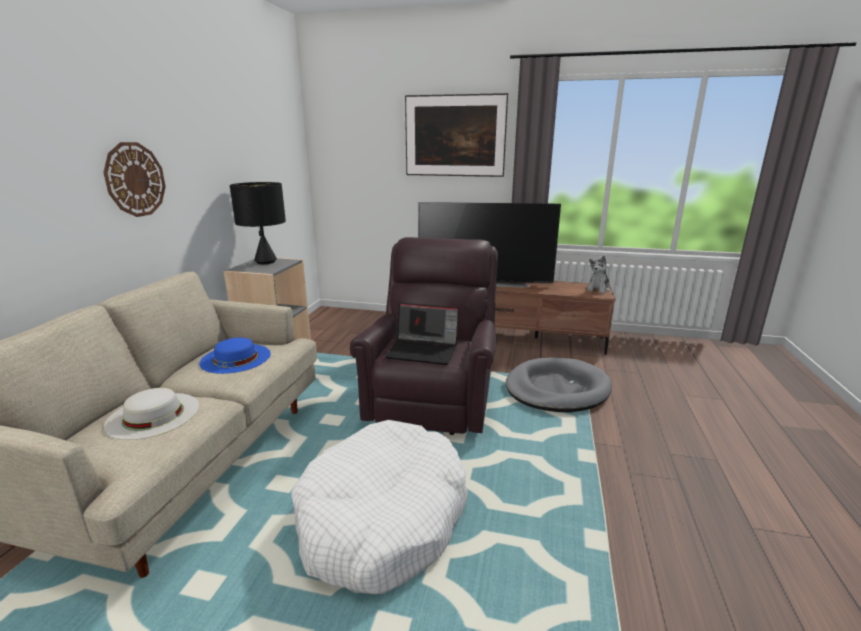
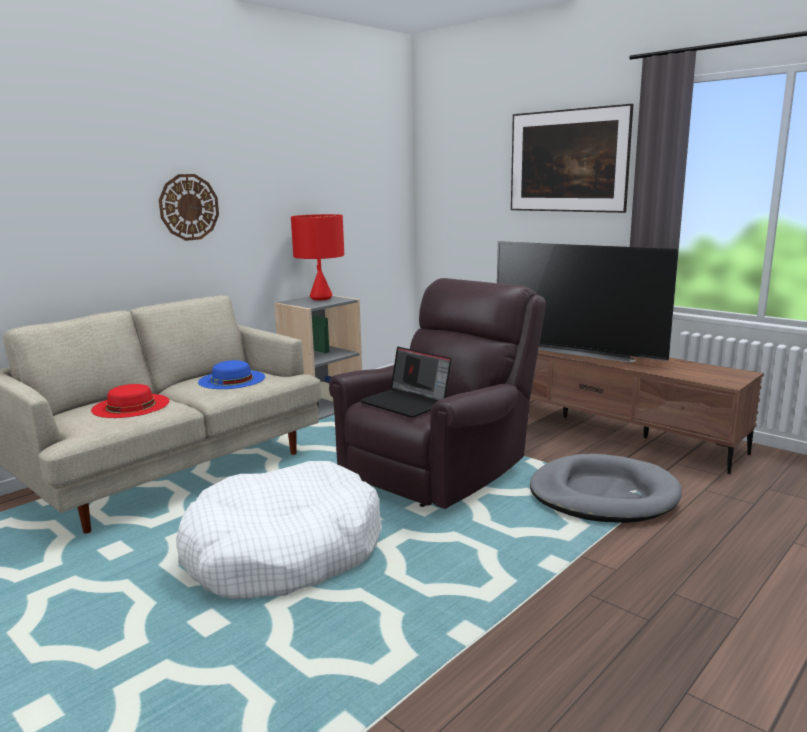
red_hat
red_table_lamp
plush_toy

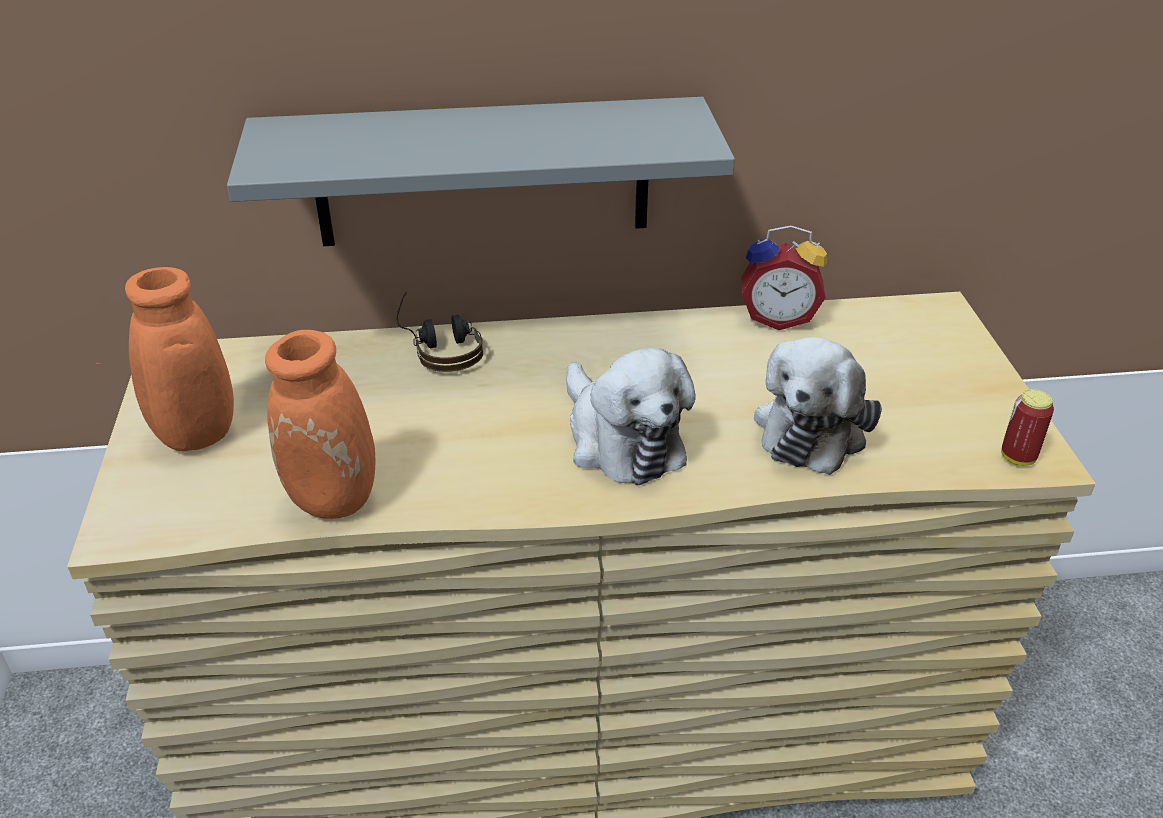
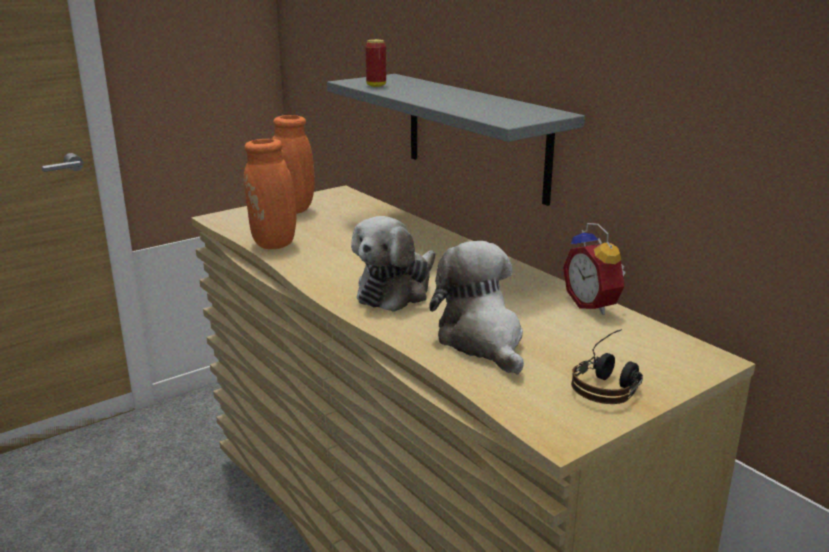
headphones
plush_toy (no. 2 from left)
can

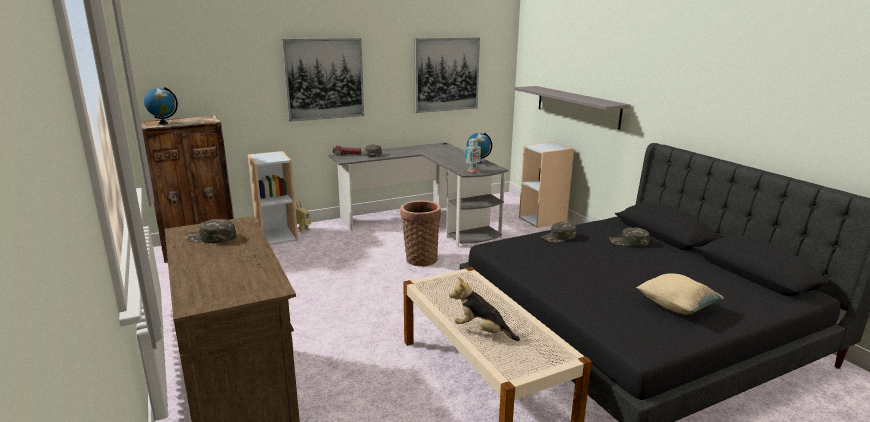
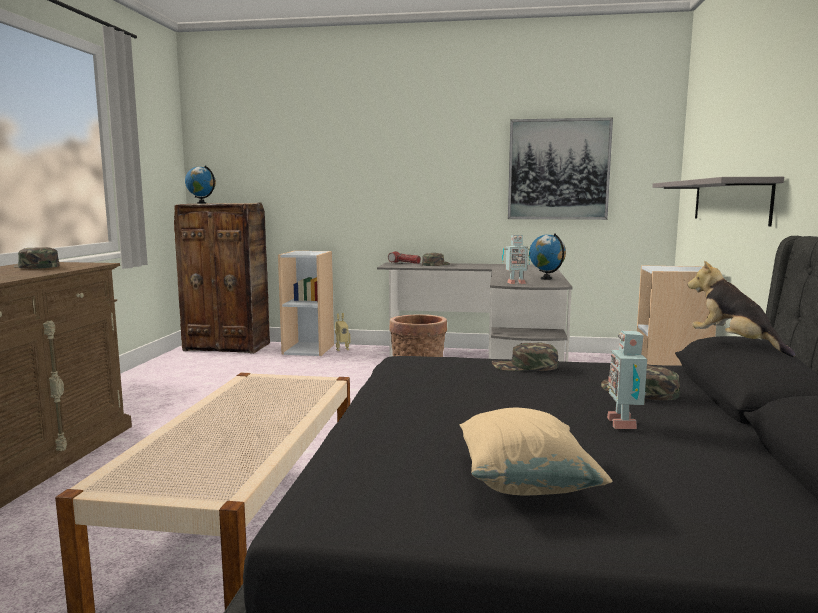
picture (no. 1 from left in the first image)
plush_toy
toy_robot (no. 3 from left)

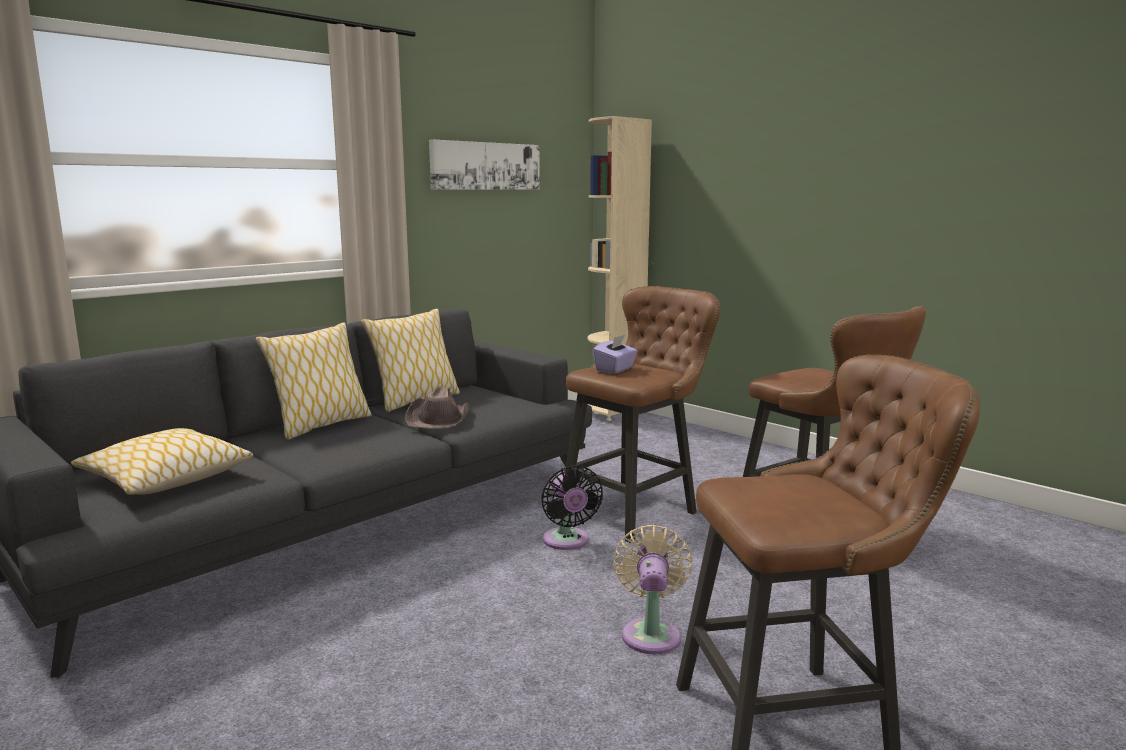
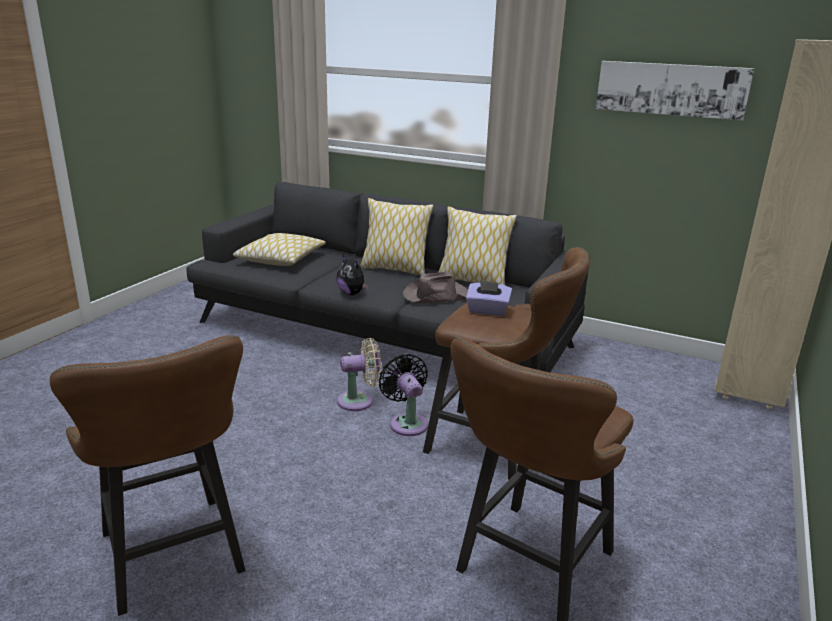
black_fan
beige_fan
plush_toy

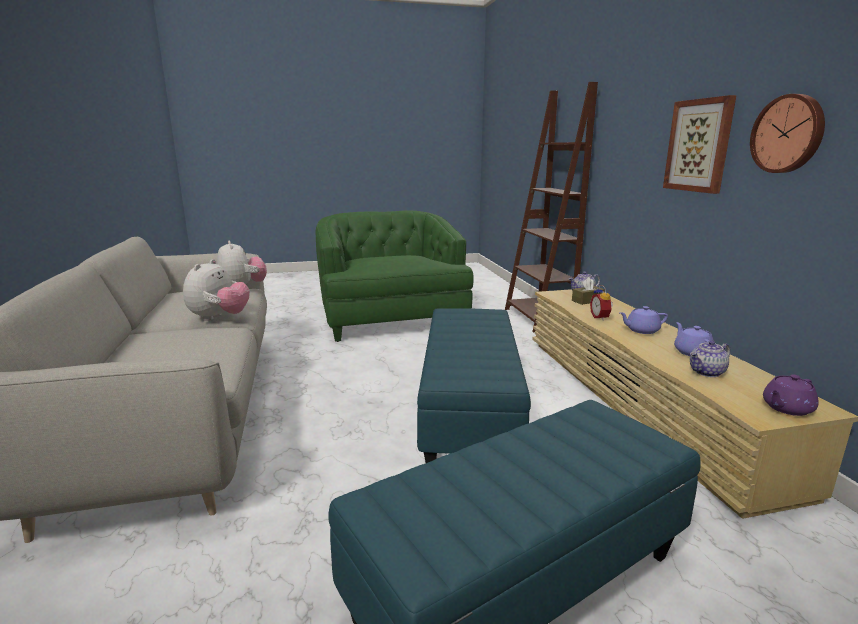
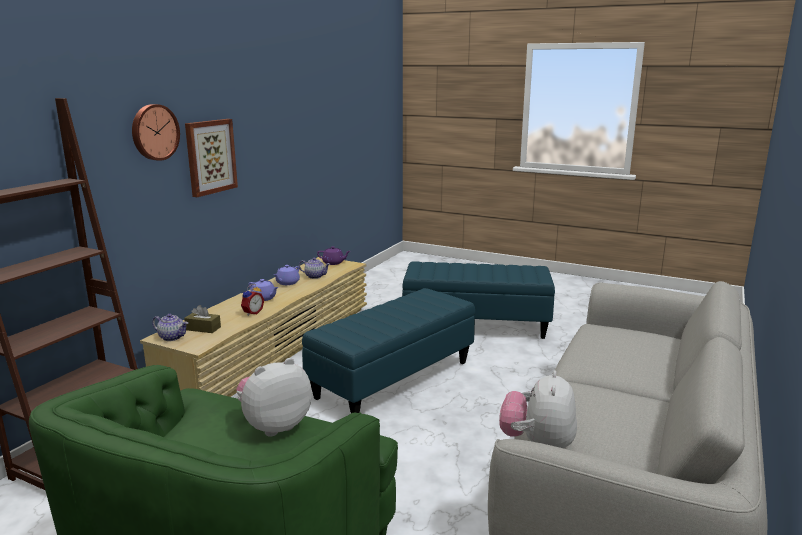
plush_toy (no. 1 from left)
wall_clock

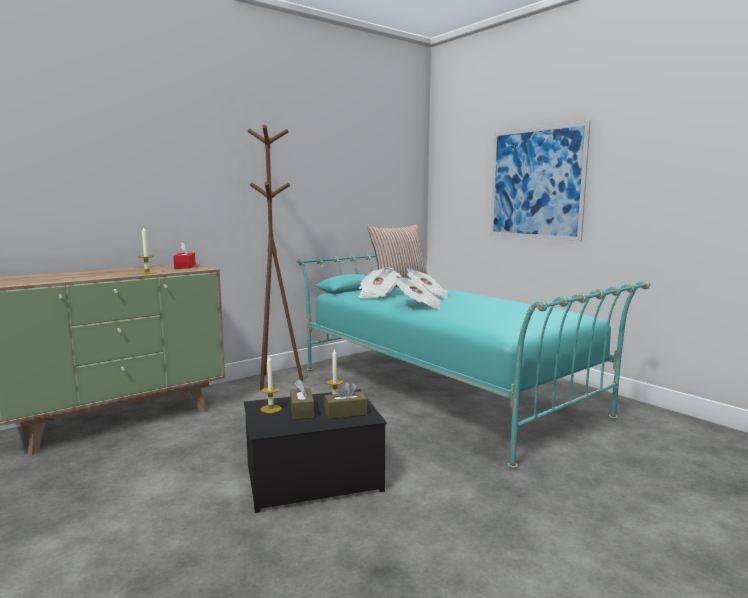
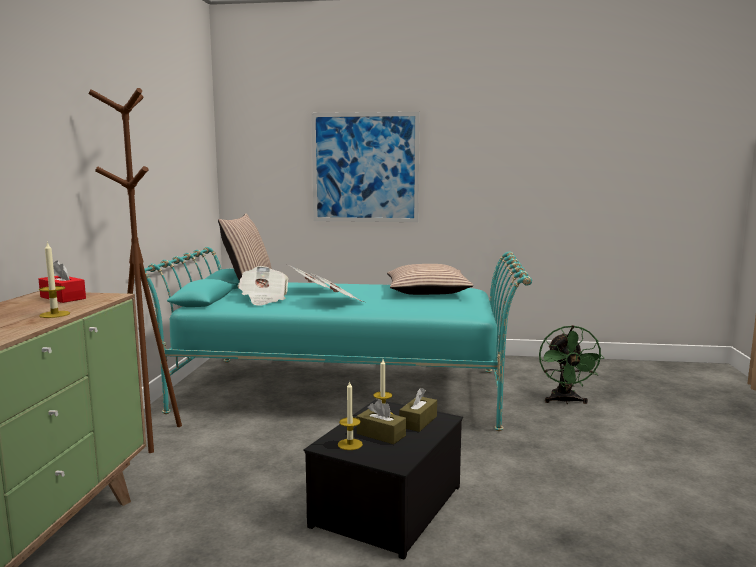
pillow (no. 2 from left)
green_fan

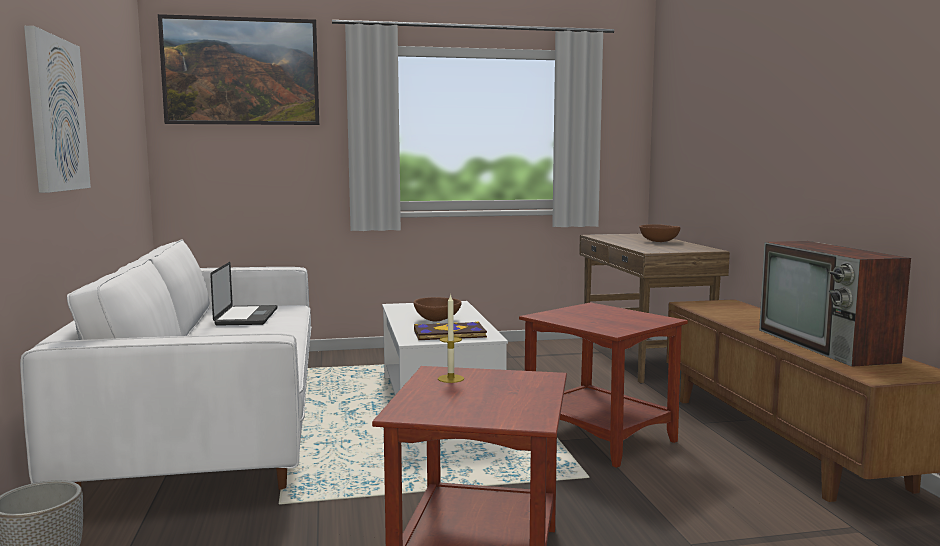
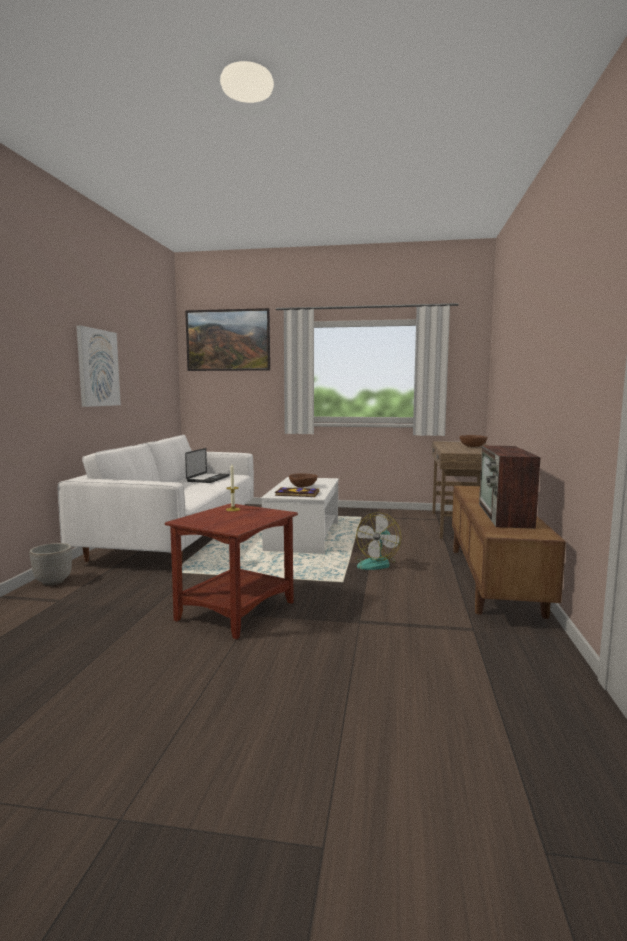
fan

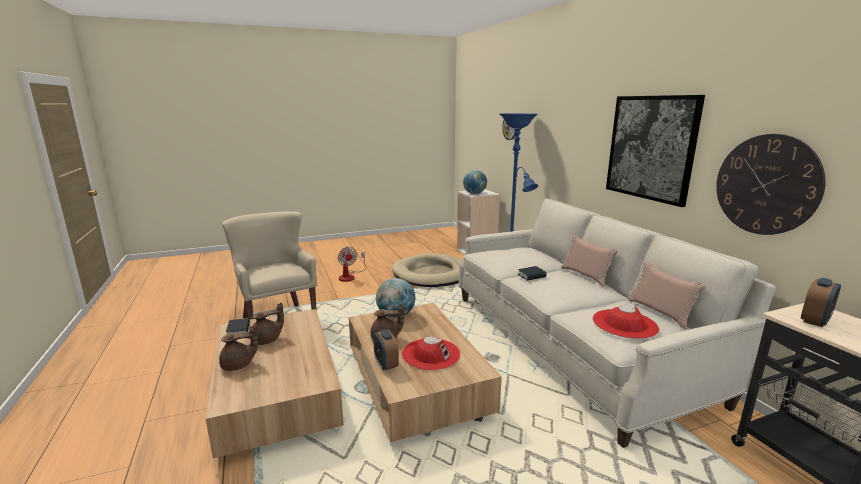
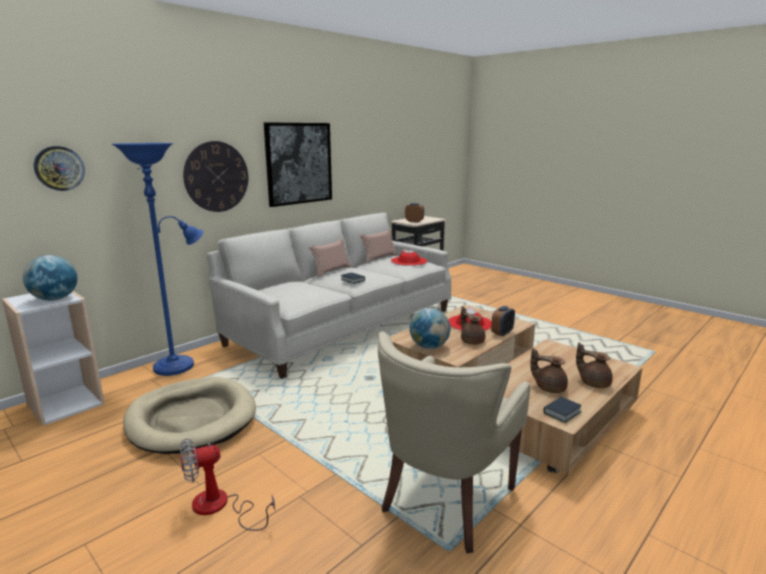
fan
wall_clock (no. 2 from left)

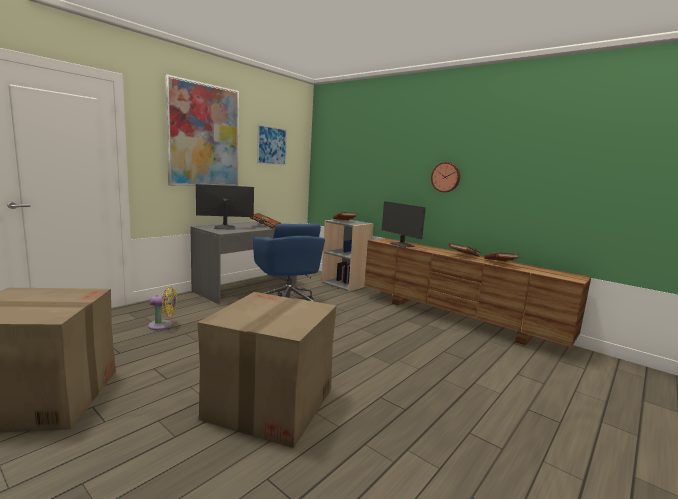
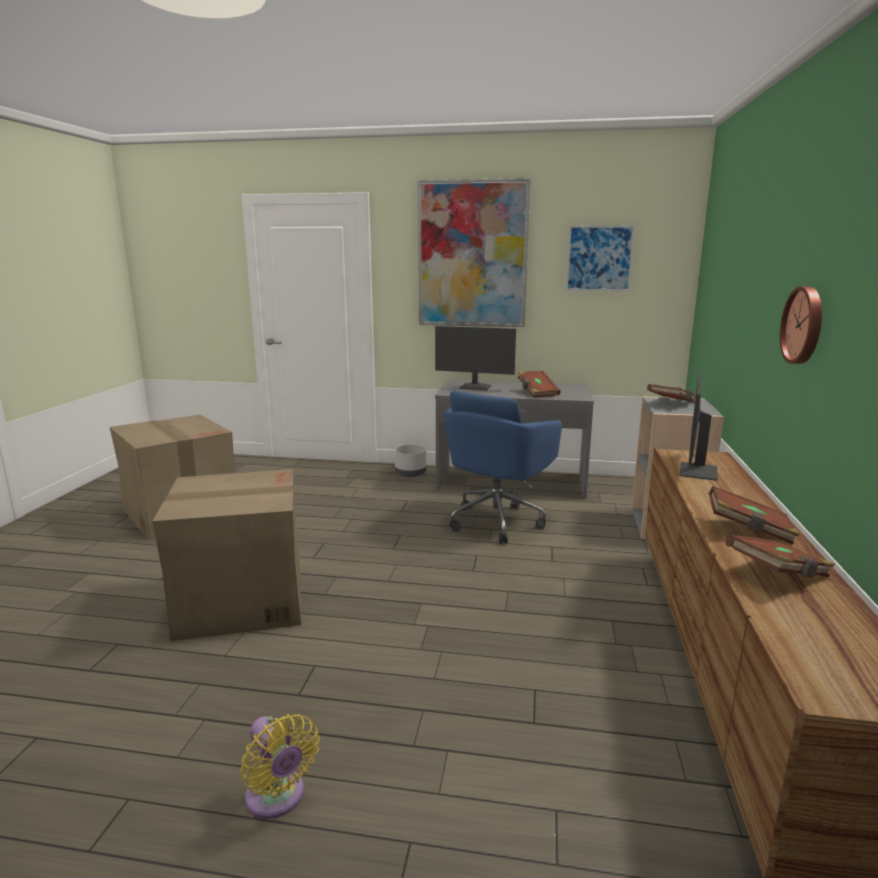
yellow_fan
monitor (no. 1 from left)
grey_planter

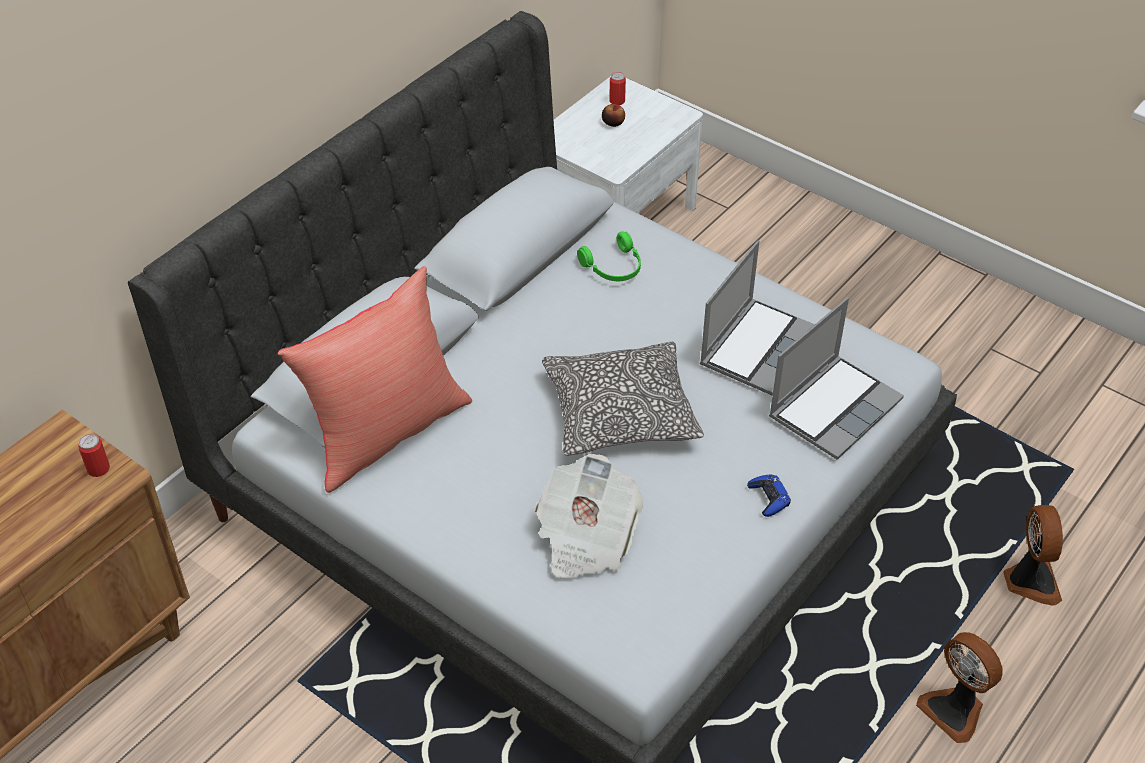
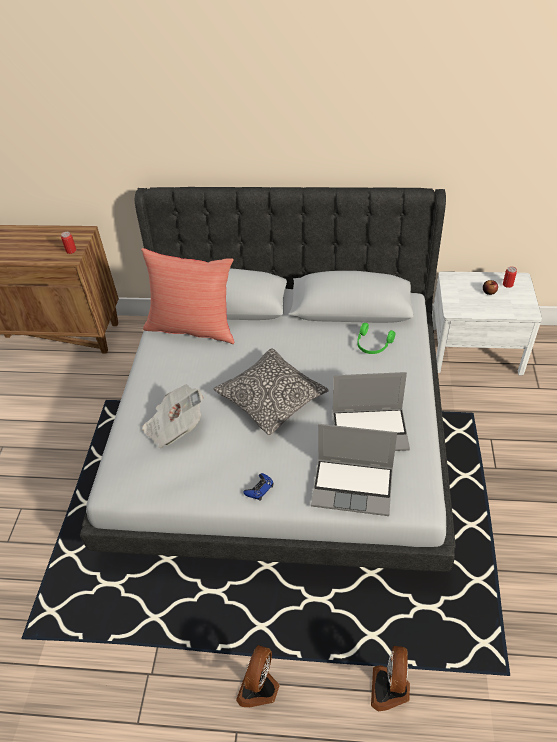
fan (no. 2 from left)

